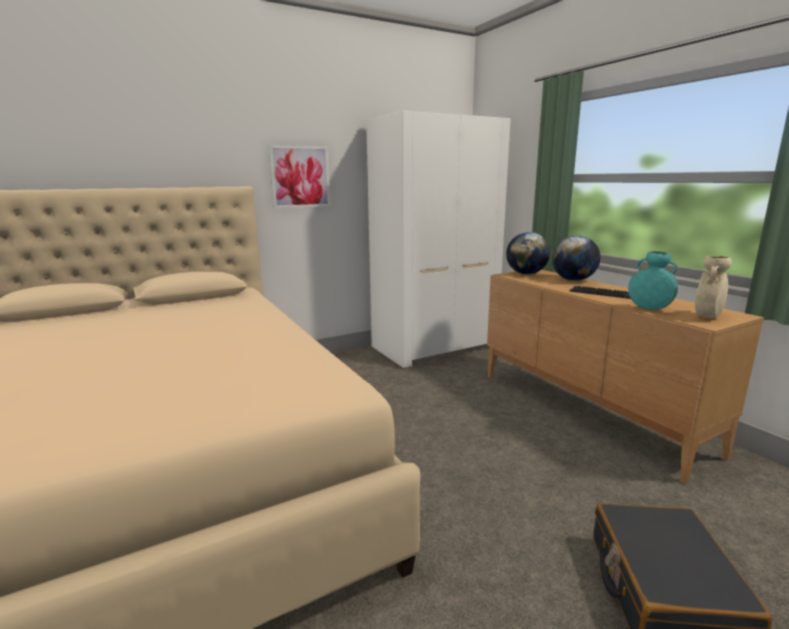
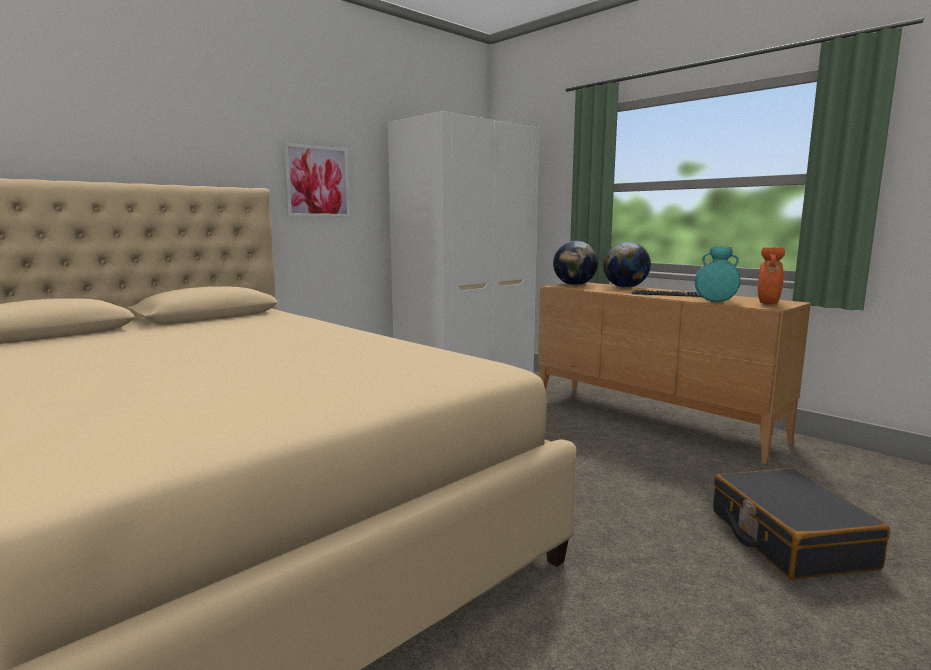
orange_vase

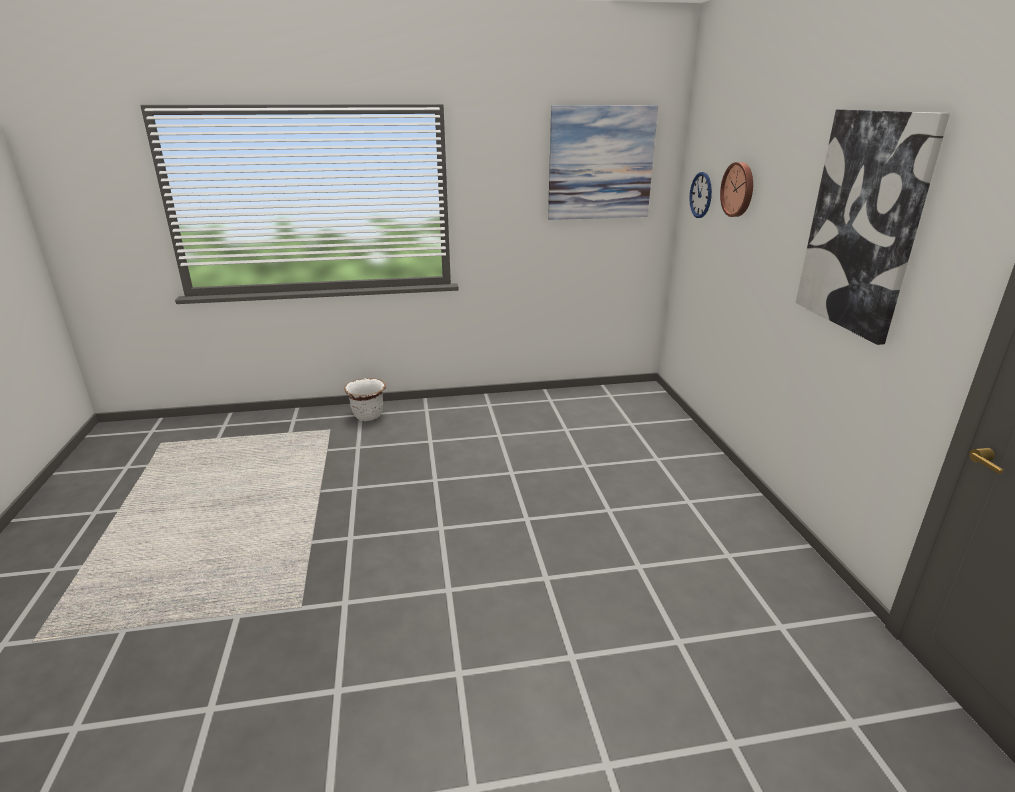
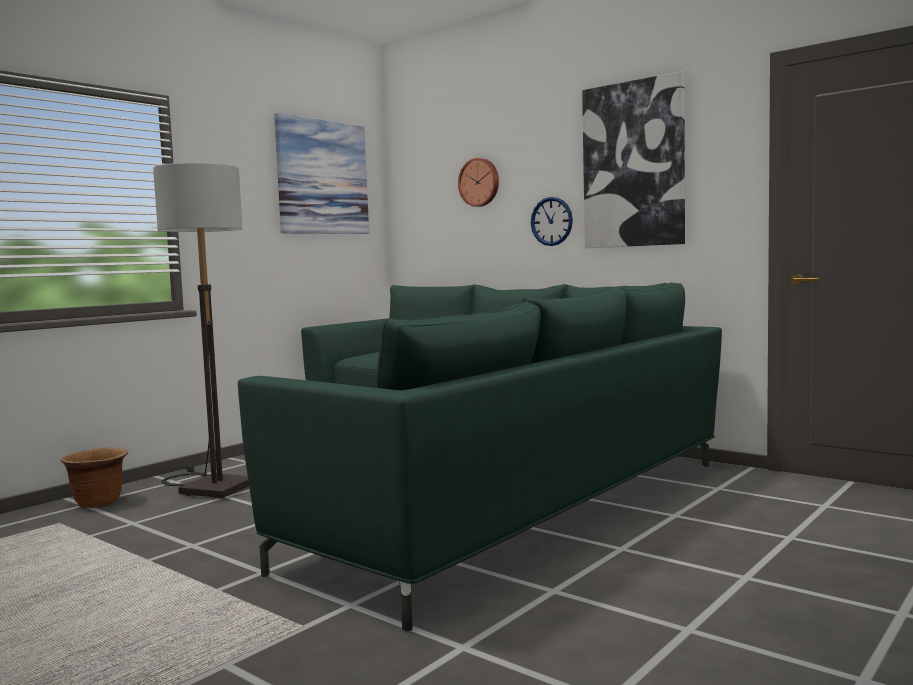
brown_planter
wall_clock (no. 2 from left)
floor_lamp
green_sofa

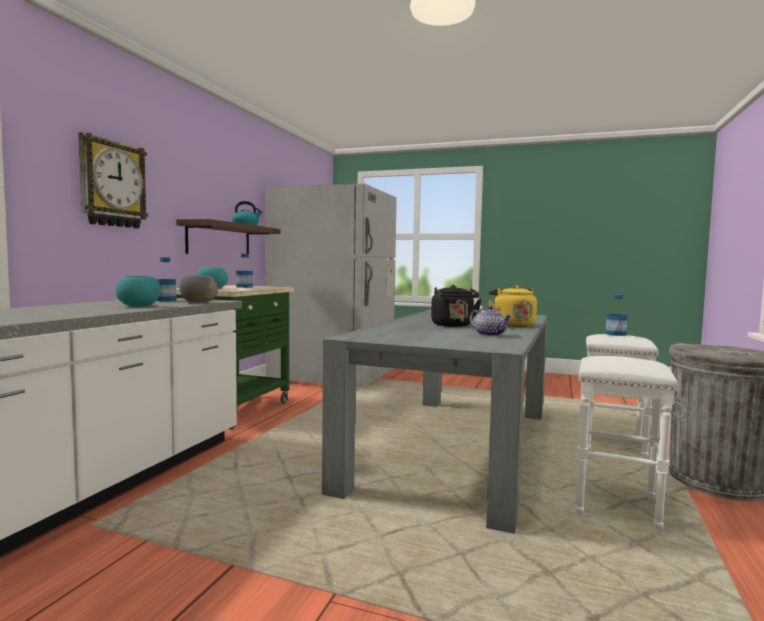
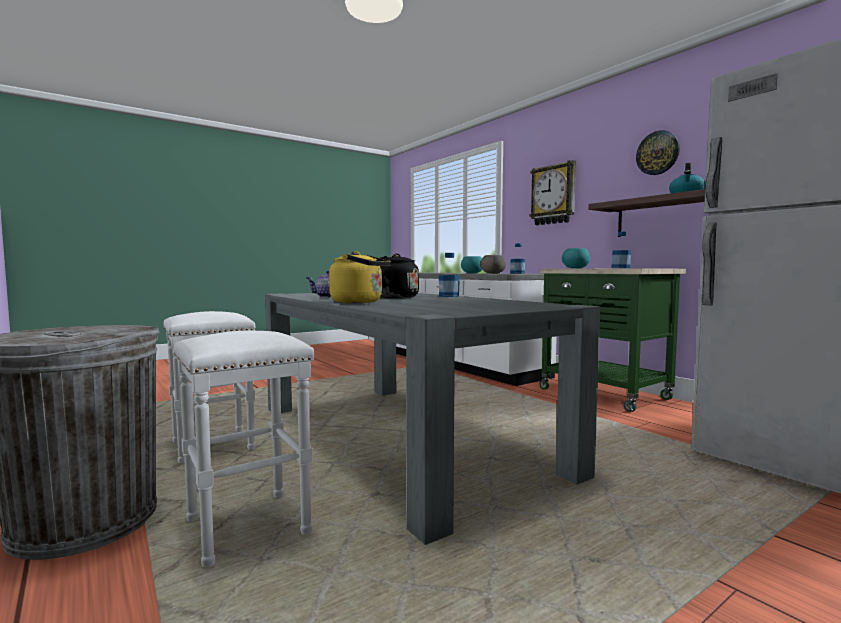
bottle (no. 1 from left)
wall_clock (no. 2 from left)

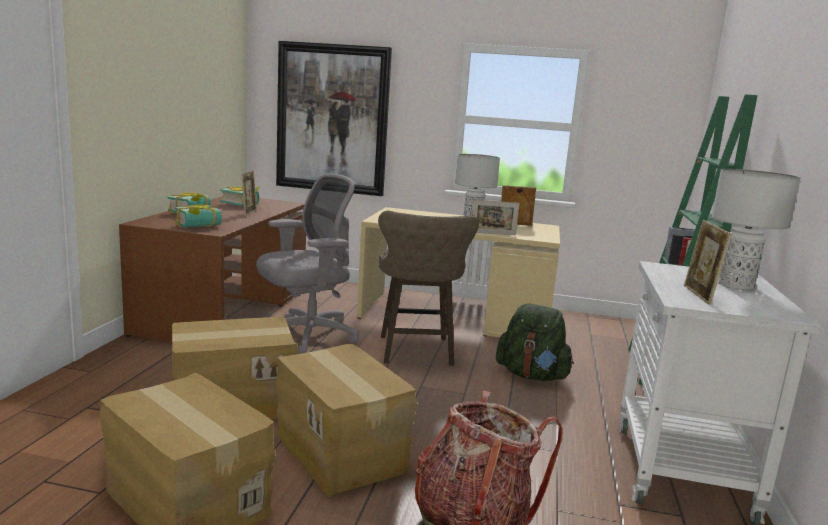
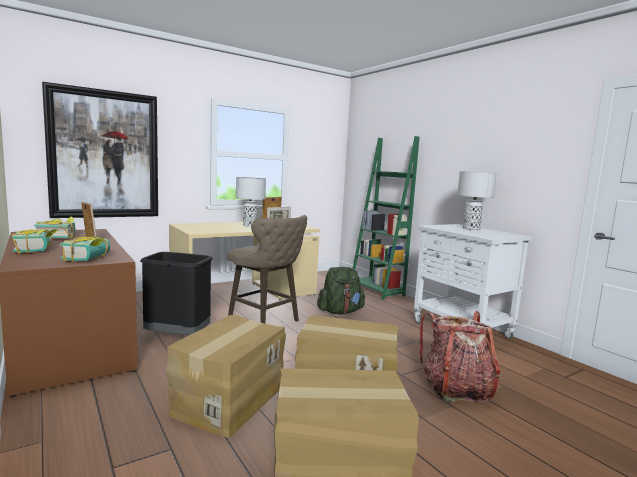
black_trash_can
picture_frame (no. 4 from left in the first image)

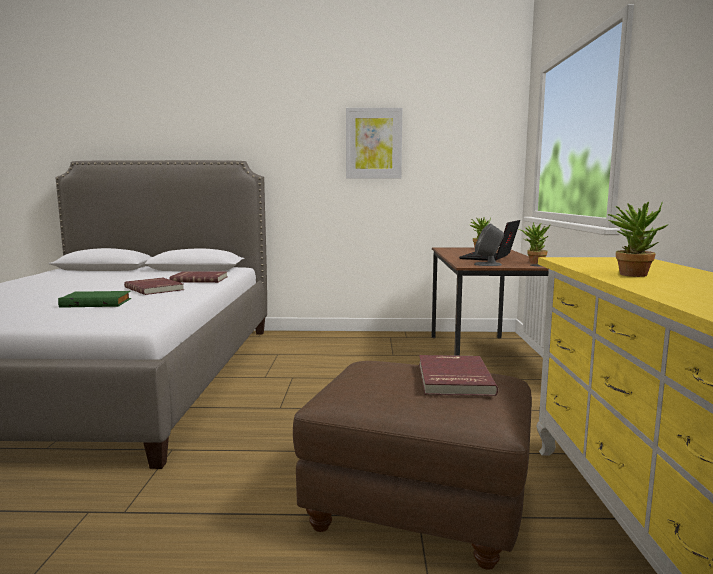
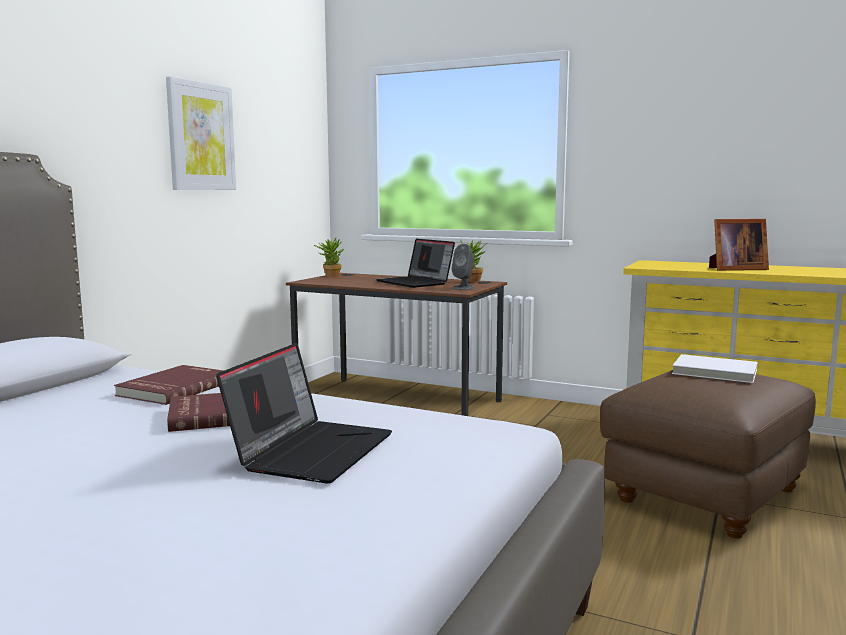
laptop (no. 1 from left)
white_book
picture_frame

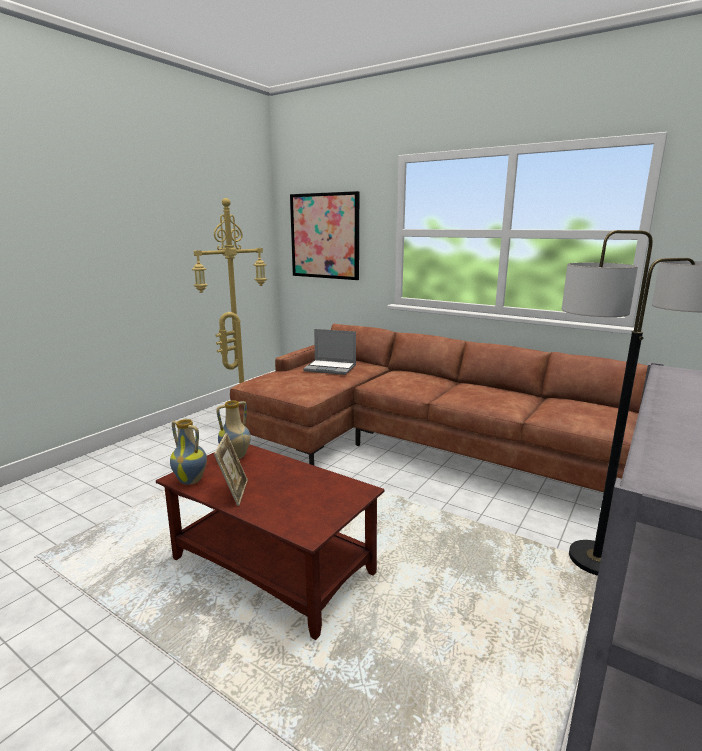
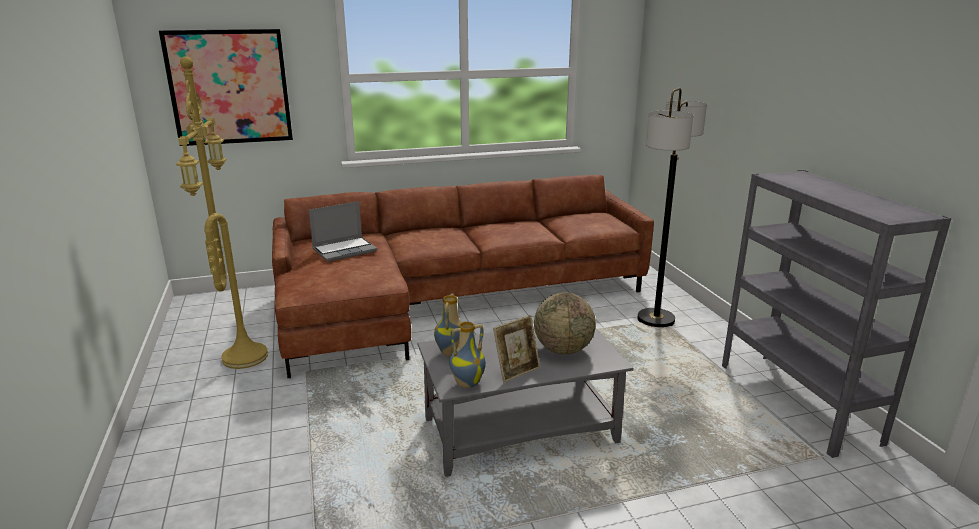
grey_coffee_table
picture_frame
globe

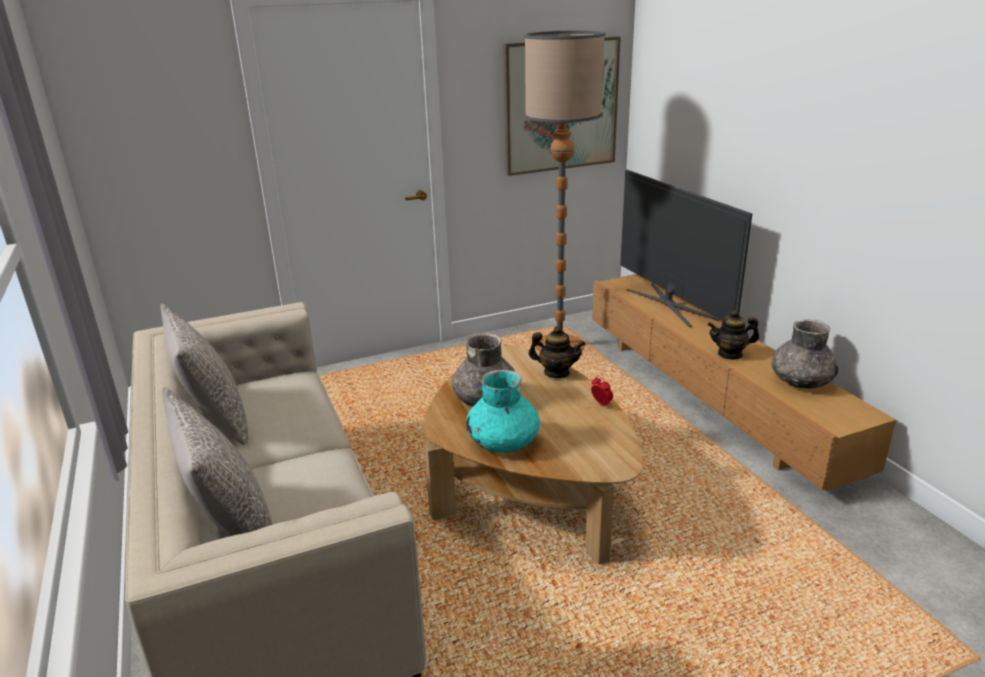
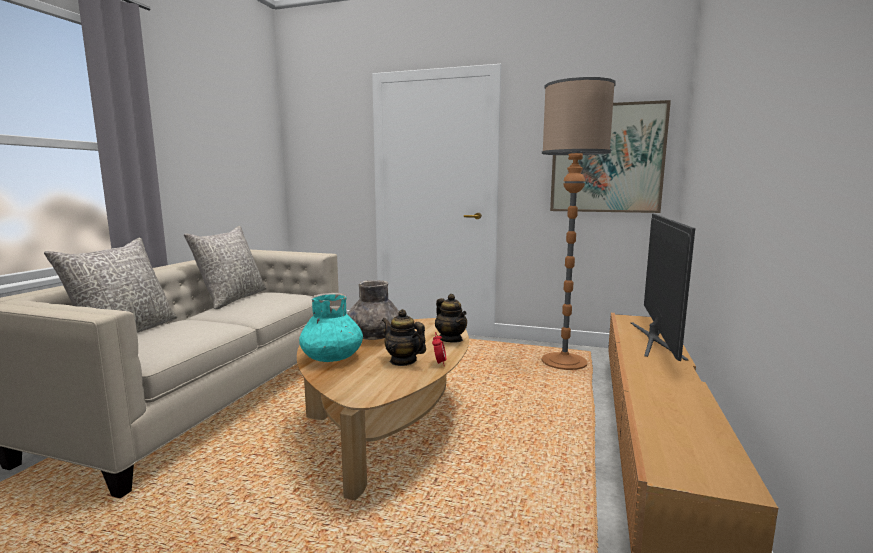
teapot (no. 1 from left)
grey_vase (no. 2 from left in the first image)

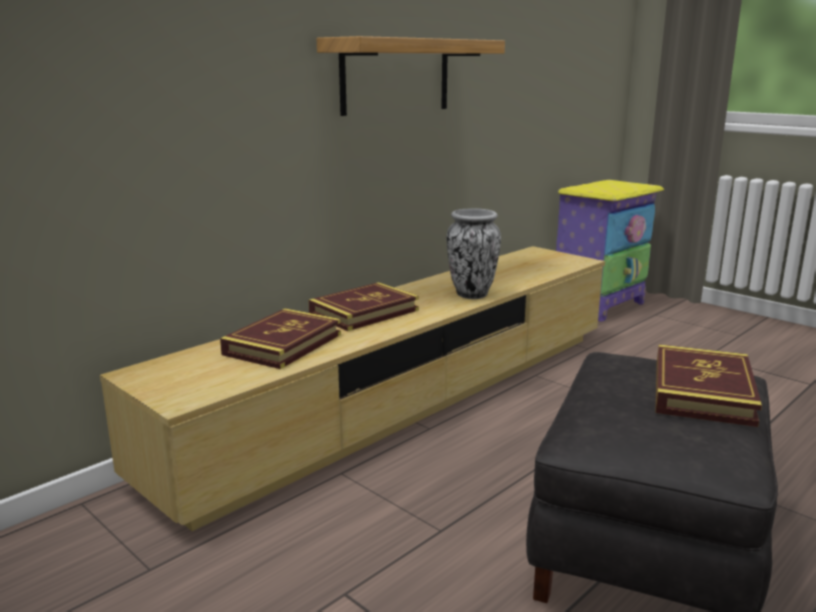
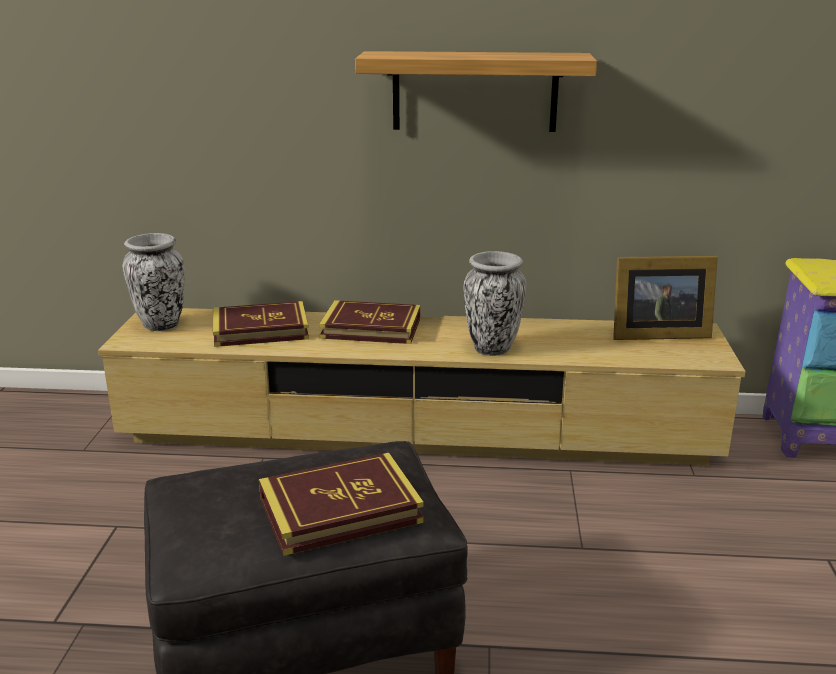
vase (no. 1 from left)
picture_frame

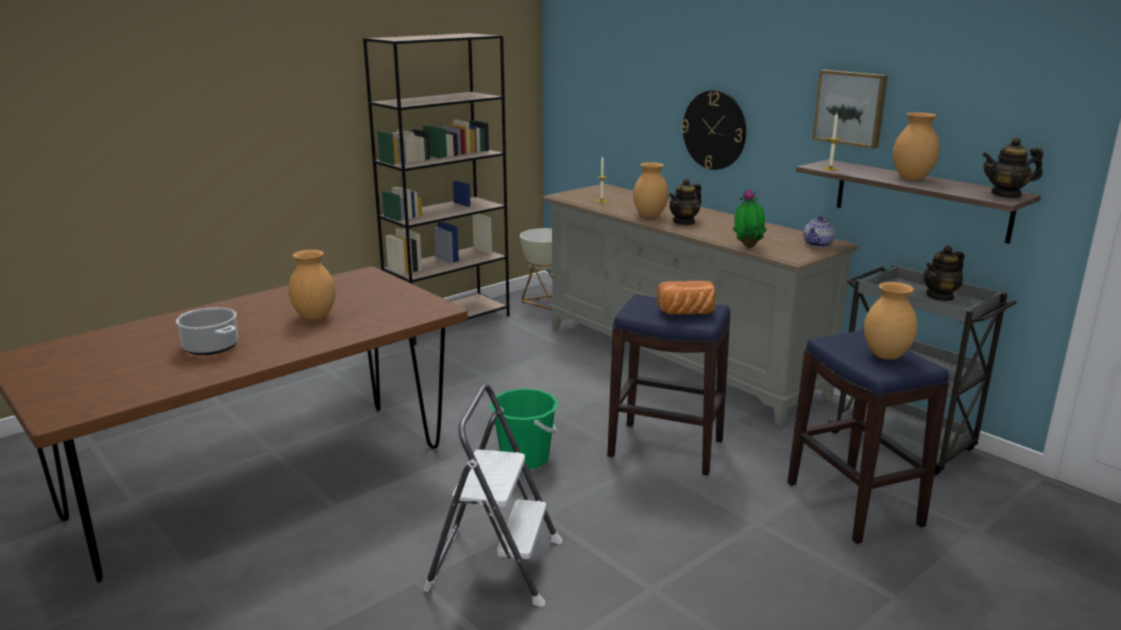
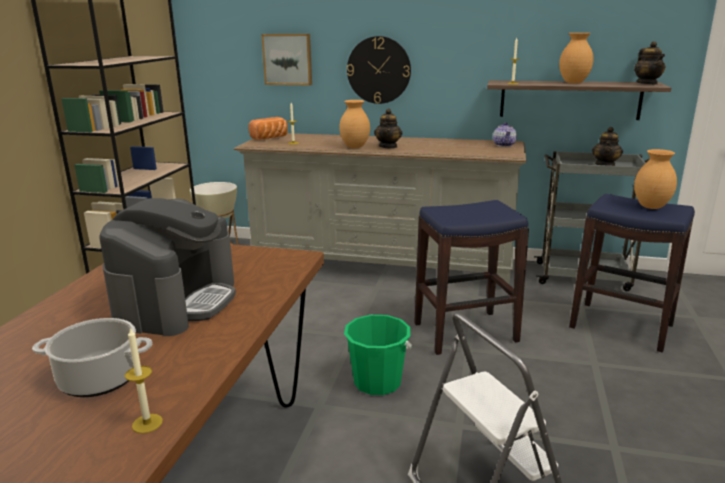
coffee_machine
bread
potted_plant
picture
teapot (no. 4 from left)
candle (no. 1 from left)

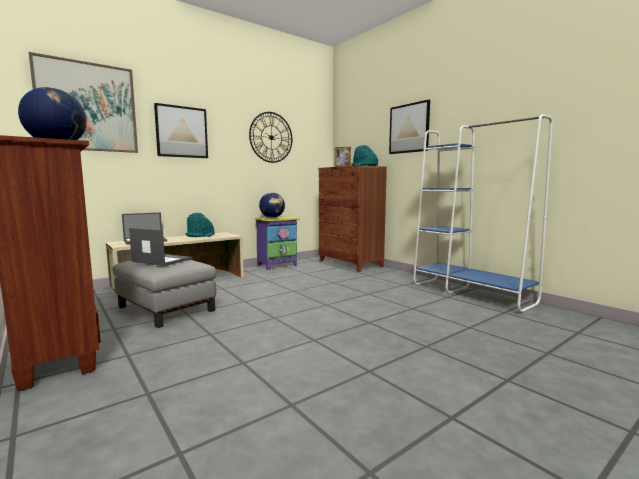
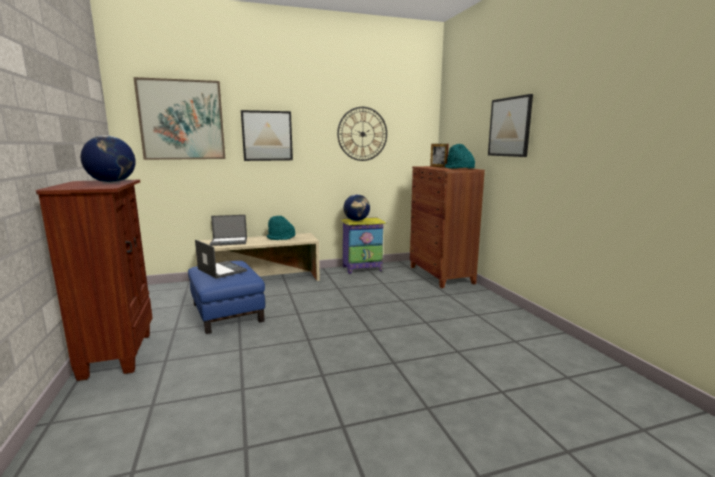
blue_ottoman
blue_clothes_rack

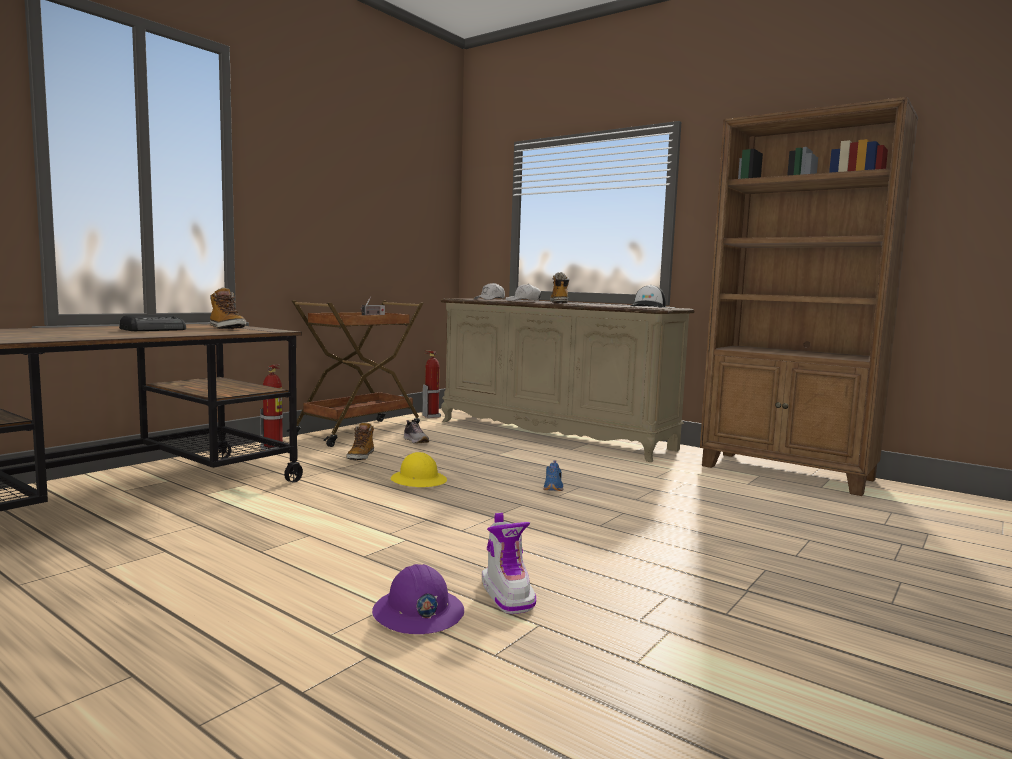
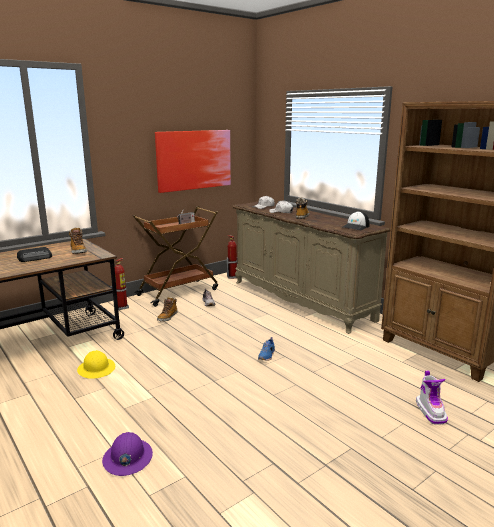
yellow_hard_hat
boot (no. 4 from left)
picture

